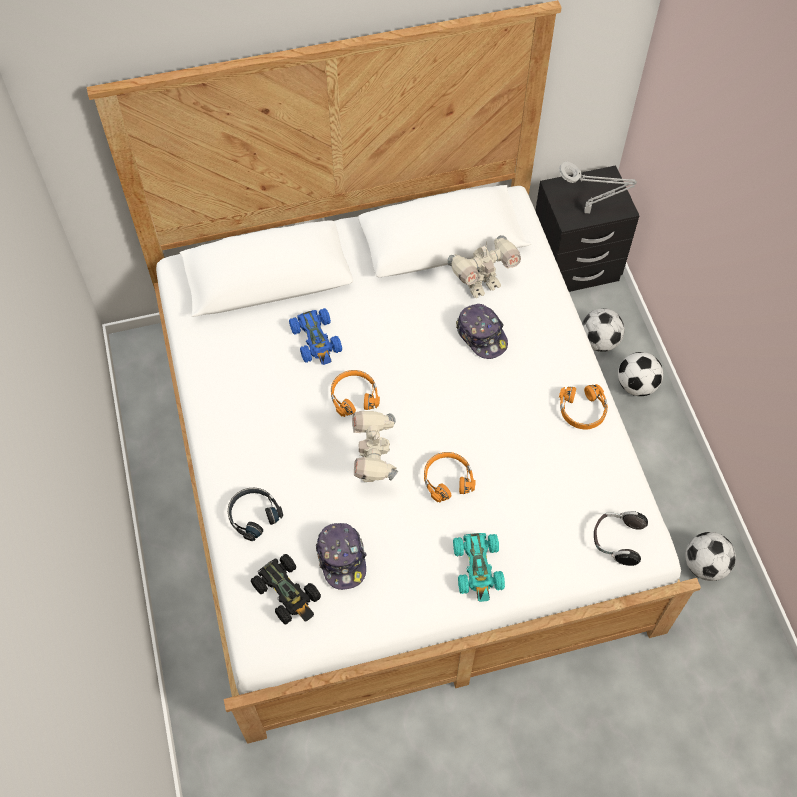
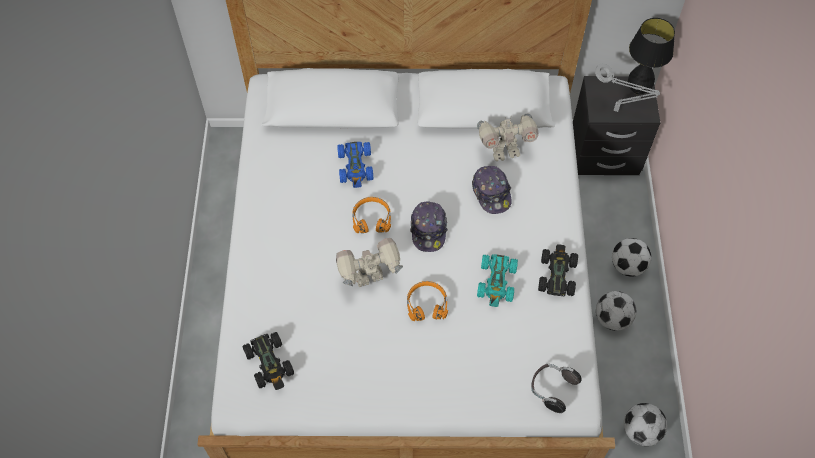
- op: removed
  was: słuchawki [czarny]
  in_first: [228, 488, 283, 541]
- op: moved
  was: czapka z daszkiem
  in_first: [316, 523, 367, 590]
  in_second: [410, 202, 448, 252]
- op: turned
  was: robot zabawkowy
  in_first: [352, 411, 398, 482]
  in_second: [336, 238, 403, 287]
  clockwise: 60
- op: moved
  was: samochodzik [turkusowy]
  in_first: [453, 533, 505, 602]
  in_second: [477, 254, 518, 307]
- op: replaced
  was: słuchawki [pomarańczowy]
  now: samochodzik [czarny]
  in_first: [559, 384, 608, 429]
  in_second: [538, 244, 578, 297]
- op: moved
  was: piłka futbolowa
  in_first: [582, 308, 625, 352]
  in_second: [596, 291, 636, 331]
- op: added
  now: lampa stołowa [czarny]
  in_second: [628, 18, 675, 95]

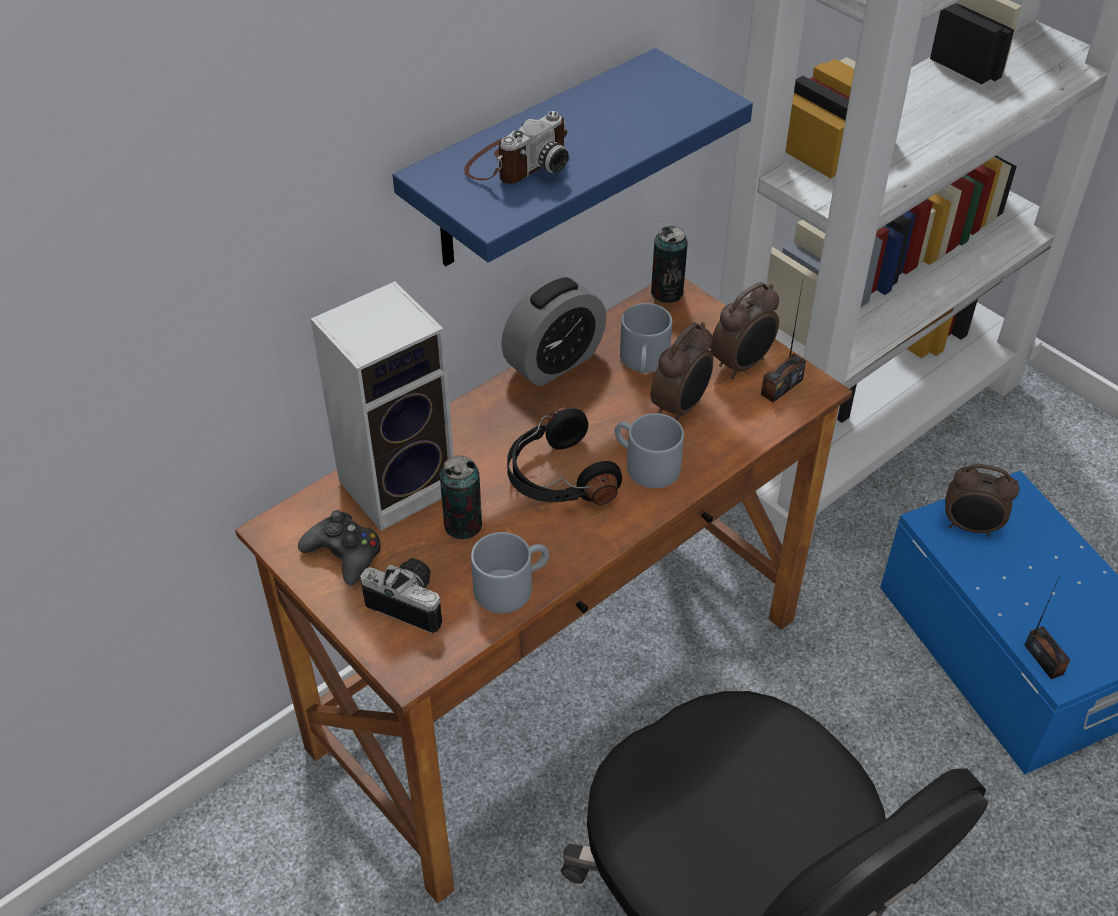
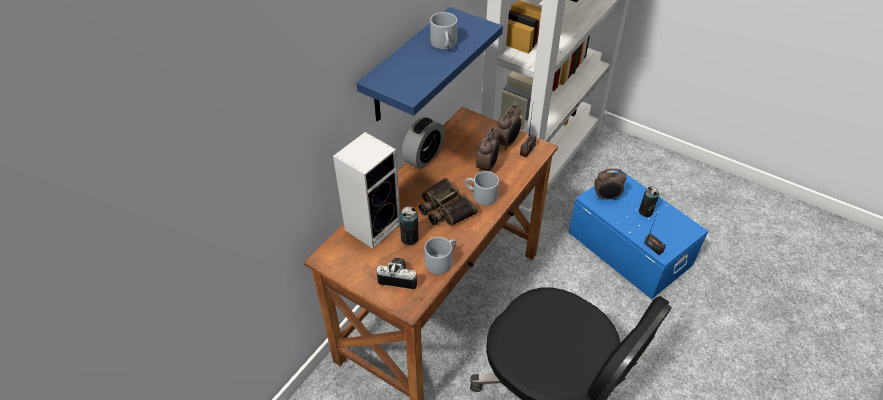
- op: removed
  was: pad do gier [czarny]
  in_first: [298, 510, 381, 585]
- op: removed
  was: aparat fotograficzny
  in_first: [464, 111, 569, 184]
- op: replaced
  was: słuchawki [czarny]
  now: lornetka
  in_first: [507, 407, 622, 505]
  in_second: [419, 178, 478, 226]
- op: moved
  was: kubek [szary]
  in_first: [620, 303, 672, 373]
  in_second: [430, 12, 457, 49]
- op: moved
  was: puszka
  in_first: [651, 226, 688, 303]
  in_second: [639, 186, 659, 217]

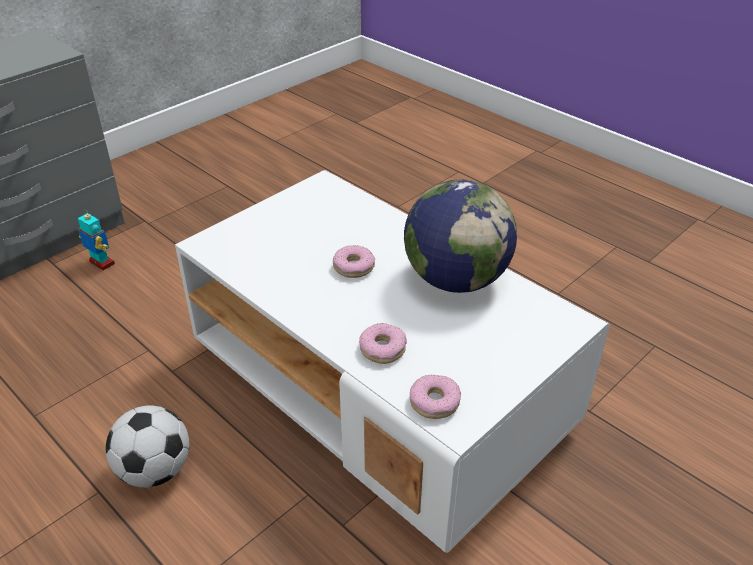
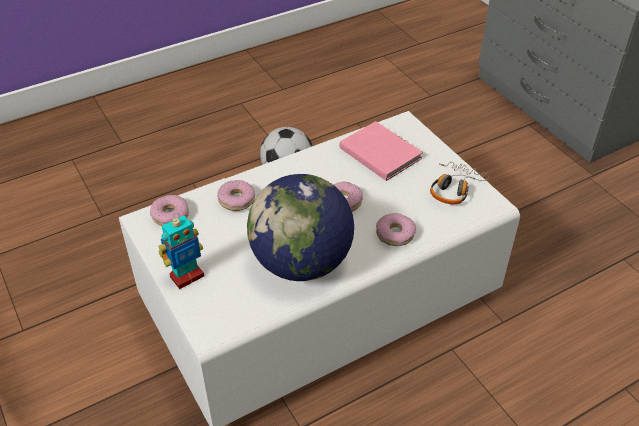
- op: moved
  was: robot zabawkowy
  in_first: [77, 209, 115, 270]
  in_second: [158, 213, 204, 289]
- op: added
  now: książka [różowy]
  in_second: [340, 121, 423, 181]
- op: added
  now: donut
  in_second: [376, 213, 416, 246]
- op: added
  now: słuchawki
  in_second: [430, 162, 489, 204]

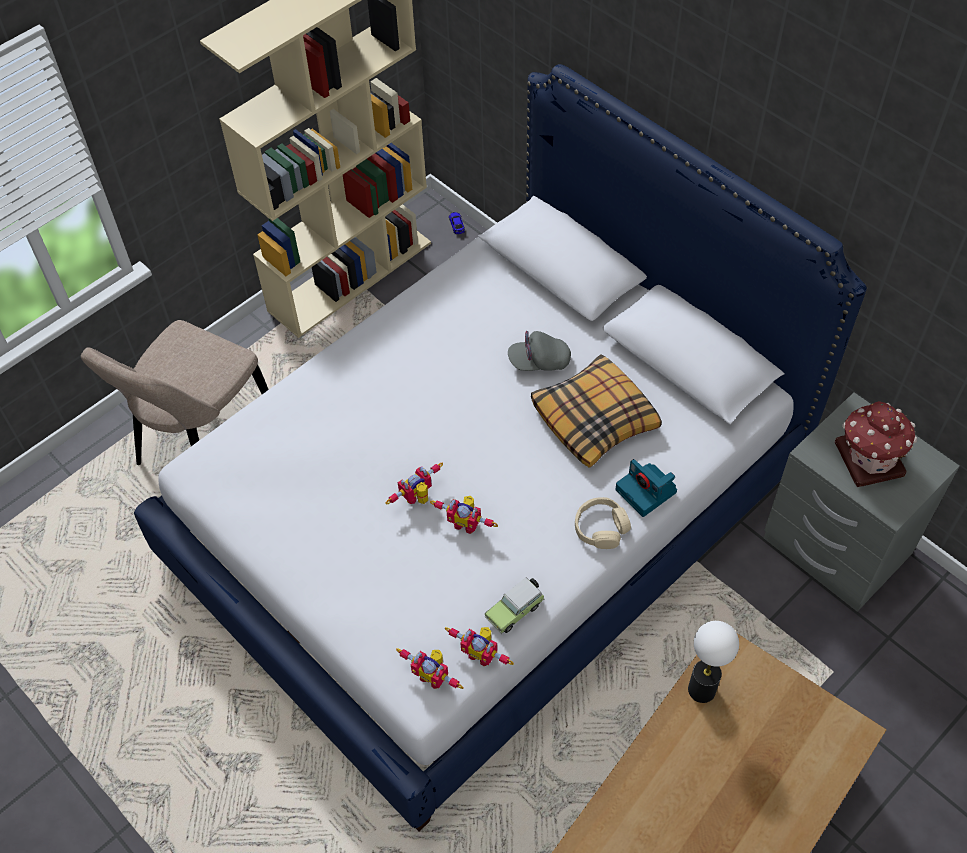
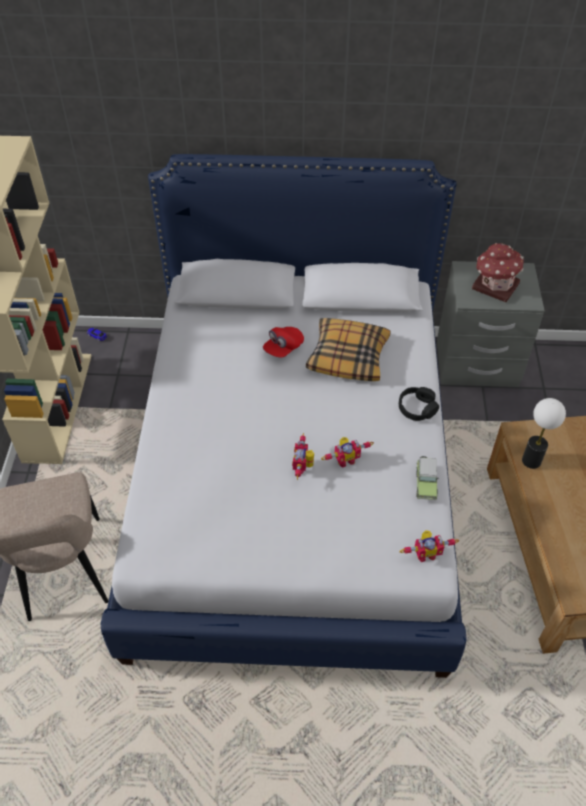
- op: removed
  was: robot zabawkowy
  in_first: [445, 627, 514, 666]
- op: recoloured
  was: czapka z daszkiem [szary]
  now: czapka z daszkiem [czerwony]
  in_first: [508, 331, 571, 371]
  in_second: [263, 327, 304, 358]
- op: recoloured
  was: słuchawki [beżowy]
  now: słuchawki [czarny]
  in_first: [575, 497, 631, 549]
  in_second: [399, 387, 439, 421]
- op: removed
  was: aparat fotograficzny
  in_first: [615, 459, 677, 517]

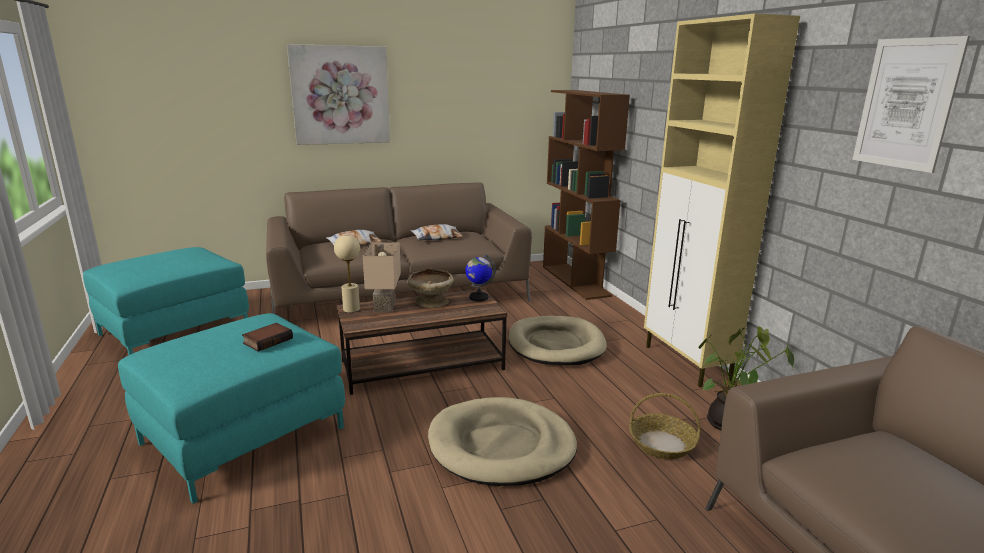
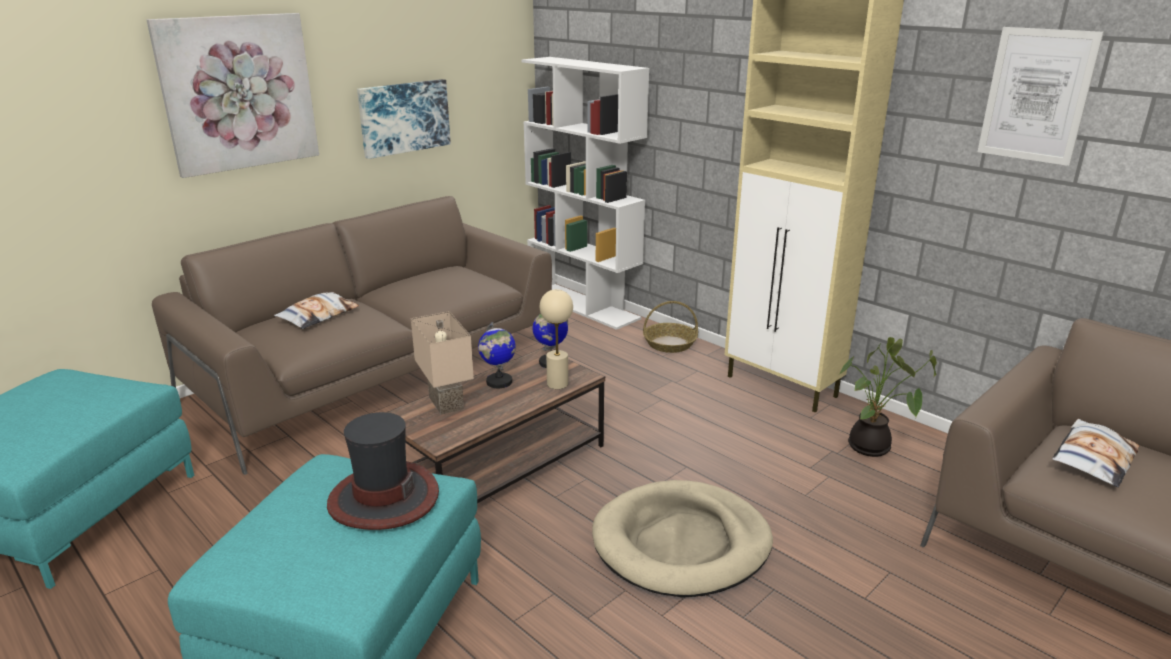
- op: replaced
  was: książka
  now: kapelusz
  in_first: [242, 323, 293, 352]
  in_second: [327, 412, 439, 530]
- op: moved
  was: lampa stołowa [beżowy]
  in_first: [334, 235, 360, 313]
  in_second: [540, 289, 573, 389]
- op: replaced
  was: miska [beżowy]
  now: globus
  in_first: [407, 268, 454, 308]
  in_second: [478, 322, 516, 388]
- op: moved
  was: poduszka
  in_first: [411, 224, 463, 241]
  in_second: [1052, 419, 1140, 487]
- op: removed
  was: legowisko [beżowy]
  in_first: [508, 316, 607, 365]
- op: recoloured
  was: regał [brązowy]
  now: regał [biały]
  in_first: [543, 90, 630, 300]
  in_second: [522, 57, 649, 330]
- op: moved
  was: koszyk
  in_first: [629, 393, 701, 460]
  in_second: [643, 301, 698, 353]
- op: added
  now: obraz
  in_second: [357, 79, 451, 159]

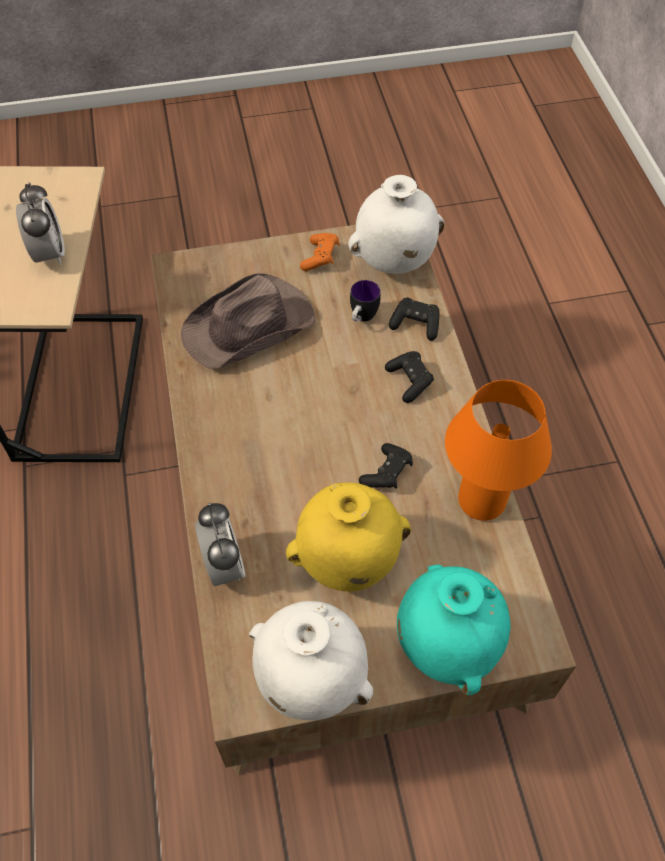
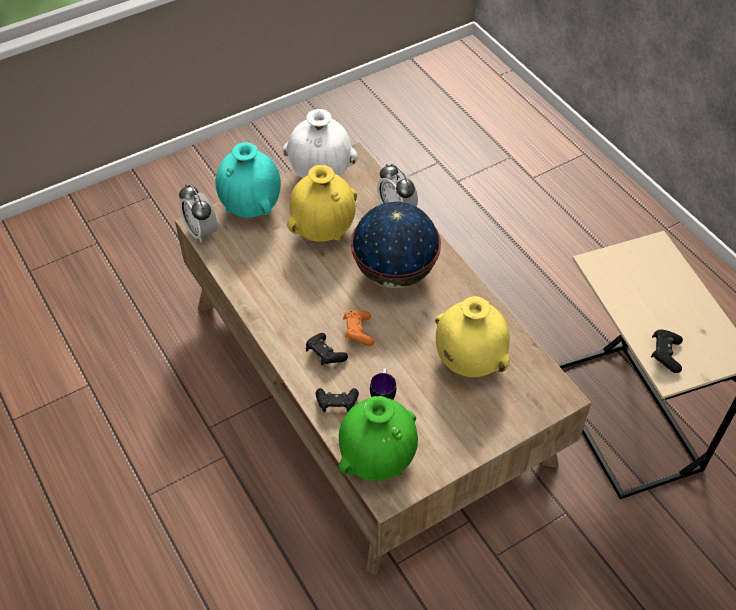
- op: moved
  was: budzik
  in_first: [16, 183, 65, 265]
  in_second: [179, 185, 217, 242]
- op: replaced
  was: kapelusz [brązowy]
  now: wazon [żółty]
  in_first: [181, 273, 315, 369]
  in_second: [435, 296, 510, 377]
- op: moved
  was: pad do gier [pomarańczowy]
  in_first: [300, 233, 340, 271]
  in_second: [343, 310, 374, 346]
- op: recoloured
  was: wazon [biały]
  now: wazon [zielony]
  in_first: [348, 175, 445, 274]
  in_second: [338, 396, 418, 481]
- op: moved
  was: pad do gier [czarny]
  in_first: [359, 443, 413, 489]
  in_second: [651, 329, 683, 373]
- op: removed
  was: lampa stołowa [pomarańczowy]
  in_first: [445, 380, 552, 521]
- op: added
  now: globus
  in_second: [351, 202, 441, 288]

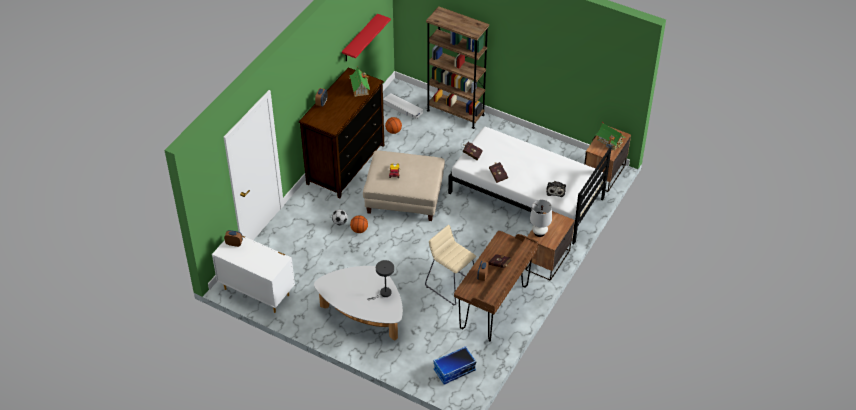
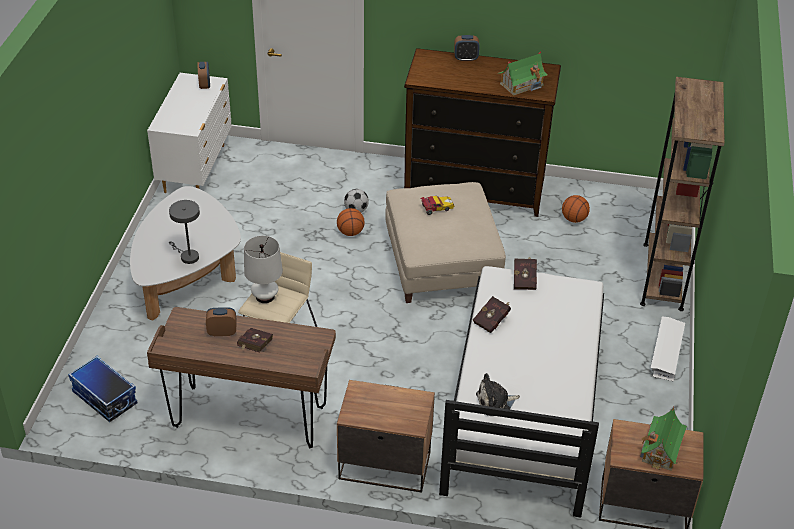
- op: removed
  was: półka [czerwony]
  in_first: [342, 14, 391, 61]
- op: moved
  was: pojemnik do przechowywania [biały]
  in_first: [383, 94, 423, 119]
  in_second: [651, 317, 685, 381]
- op: moved
  was: lampa stołowa [biały]
  in_first: [530, 200, 552, 237]
  in_second: [244, 236, 283, 303]

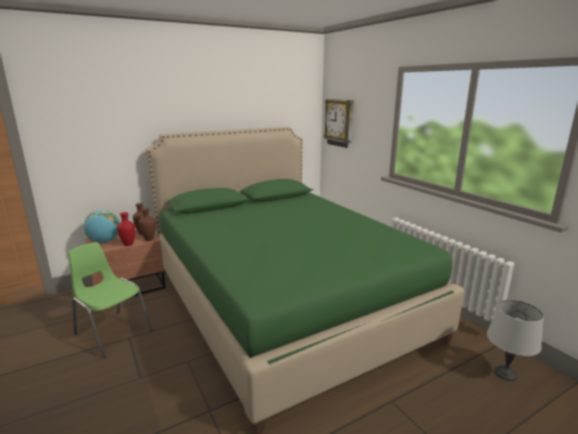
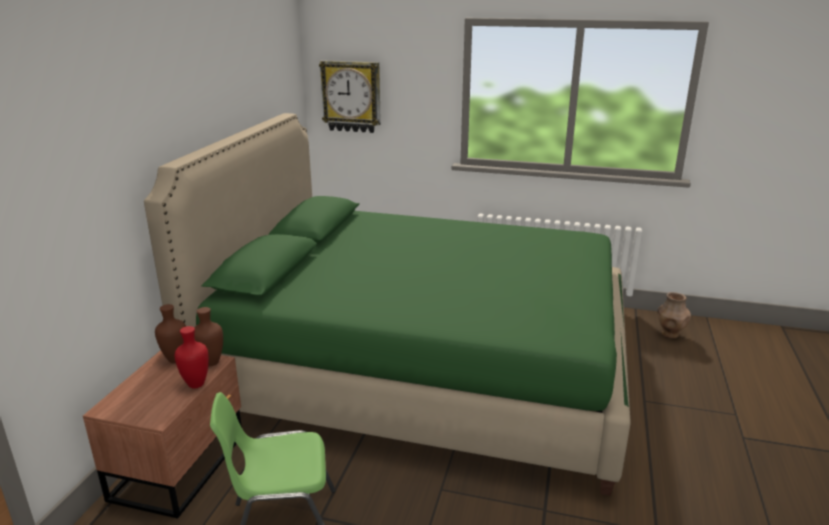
- op: removed
  was: globus
  in_first: [84, 210, 120, 243]
- op: replaced
  was: lampa stołowa [szary]
  now: wazon [brązowy]
  in_first: [487, 300, 544, 381]
  in_second: [657, 292, 691, 338]

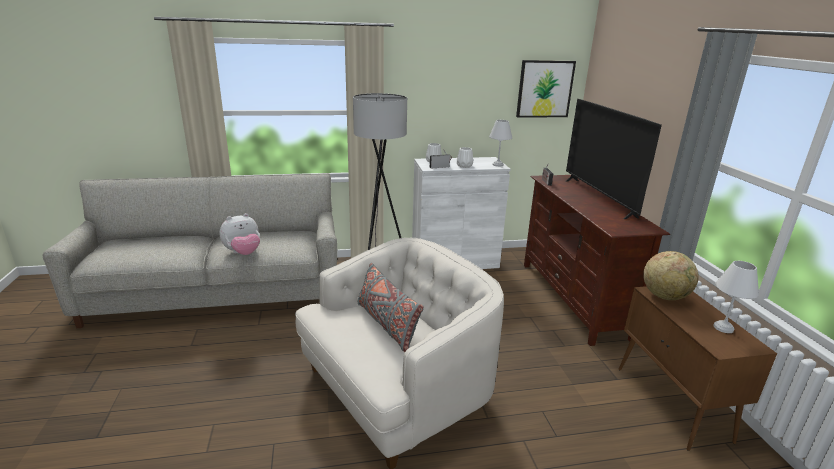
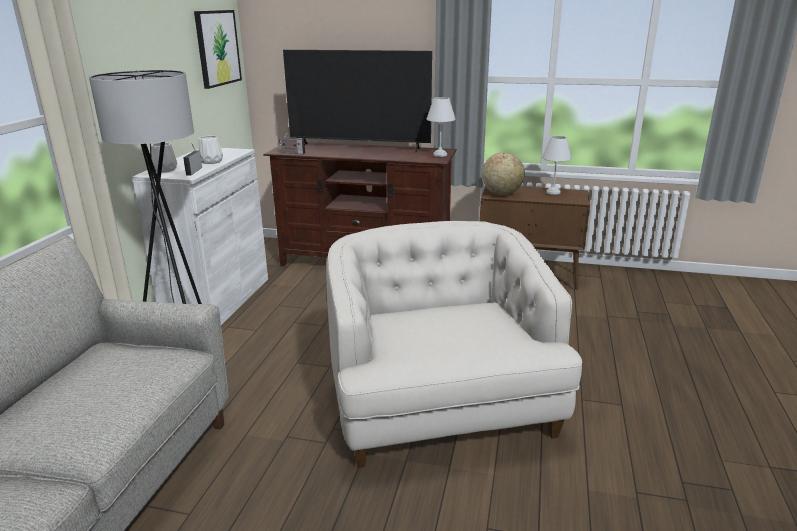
- op: removed
  was: pluszak
  in_first: [220, 213, 260, 255]
- op: removed
  was: poduszka [szary]
  in_first: [358, 263, 424, 353]
- op: moved
  was: lampa stołowa [biały]
  in_first: [489, 120, 512, 167]
  in_second: [427, 97, 456, 157]

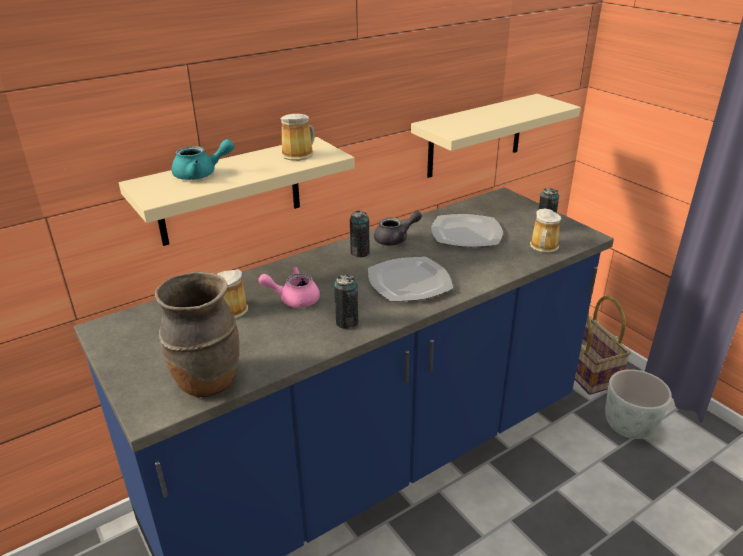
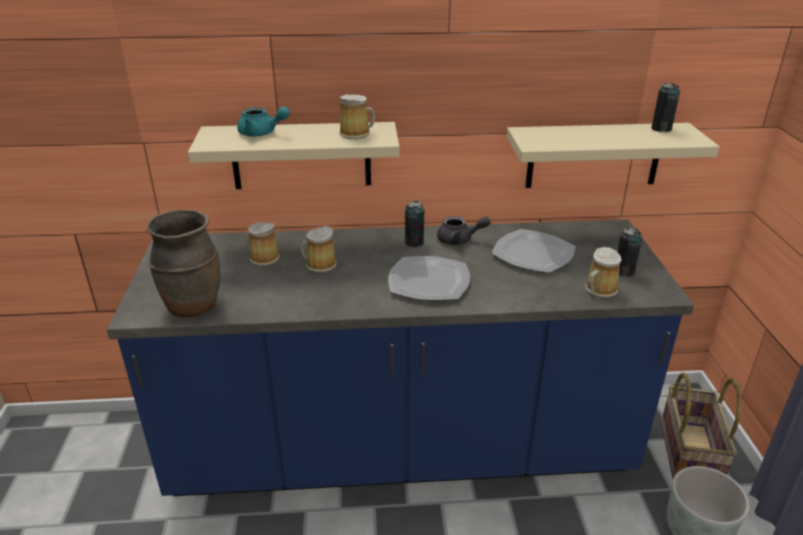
- op: replaced
  was: imbryk [różowy]
  now: kubek
  in_first: [258, 266, 320, 308]
  in_second: [301, 226, 337, 272]
- op: moved
  was: puszka
  in_first: [334, 275, 358, 329]
  in_second: [651, 83, 680, 132]

